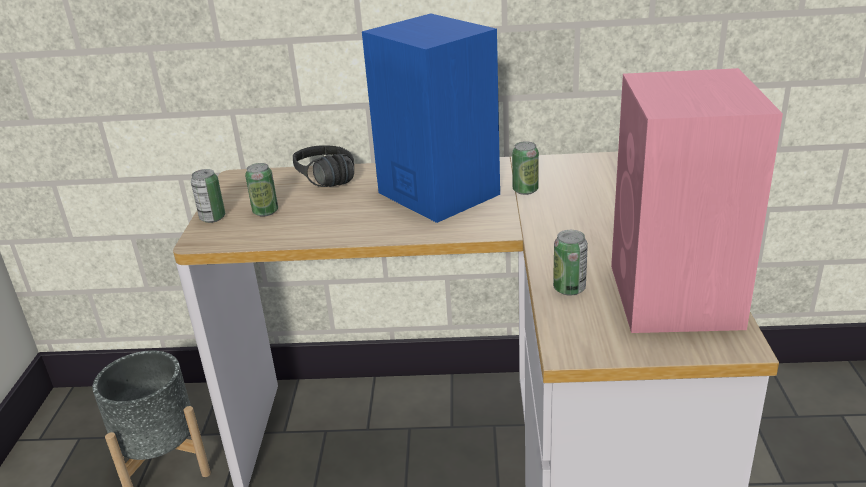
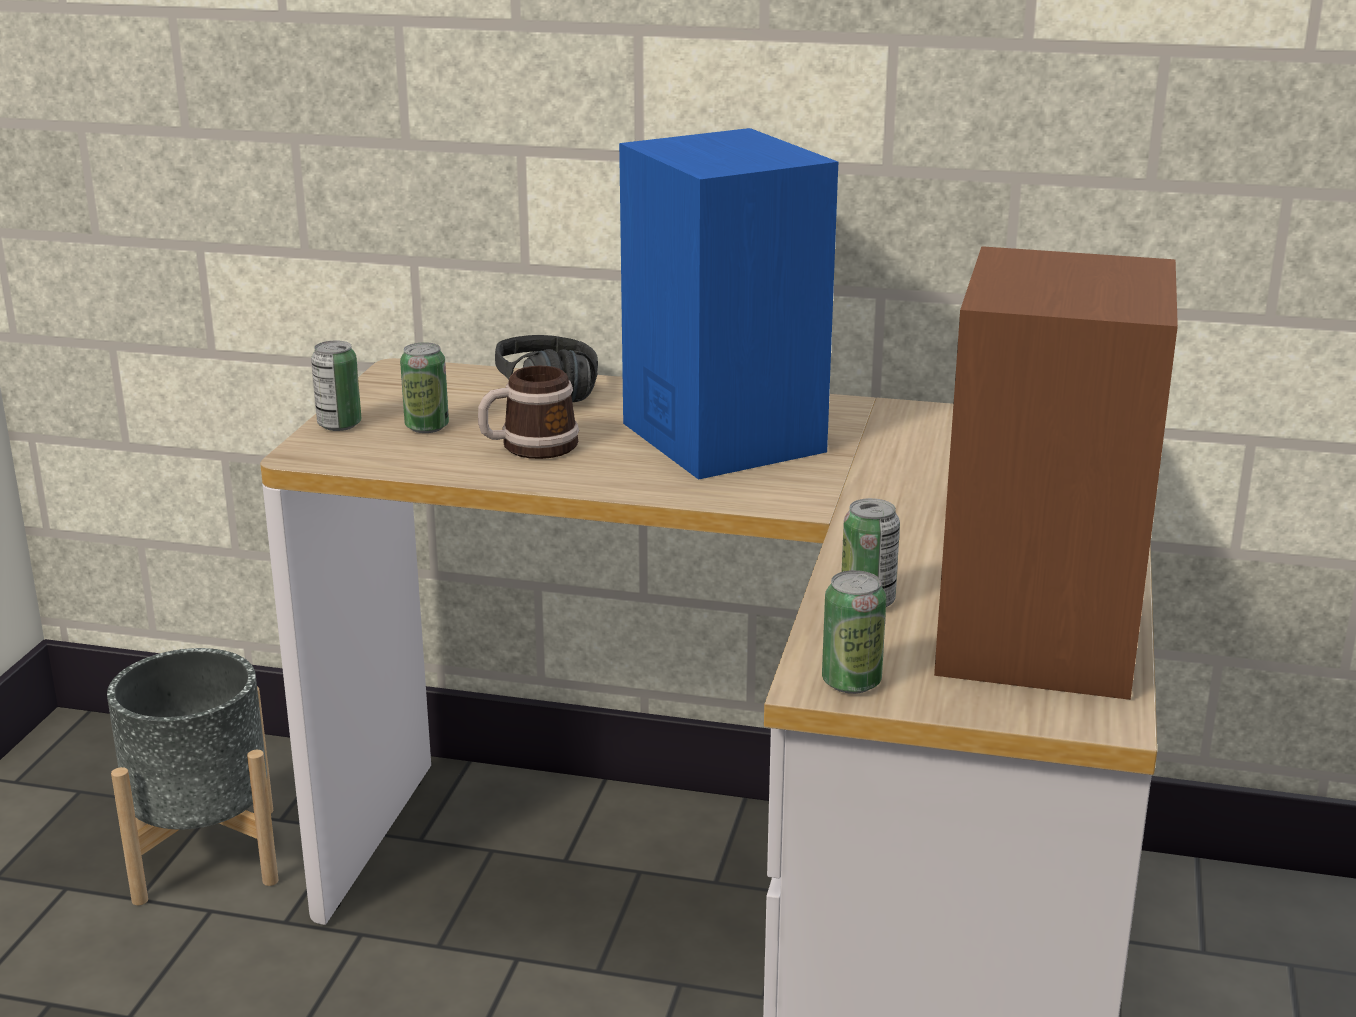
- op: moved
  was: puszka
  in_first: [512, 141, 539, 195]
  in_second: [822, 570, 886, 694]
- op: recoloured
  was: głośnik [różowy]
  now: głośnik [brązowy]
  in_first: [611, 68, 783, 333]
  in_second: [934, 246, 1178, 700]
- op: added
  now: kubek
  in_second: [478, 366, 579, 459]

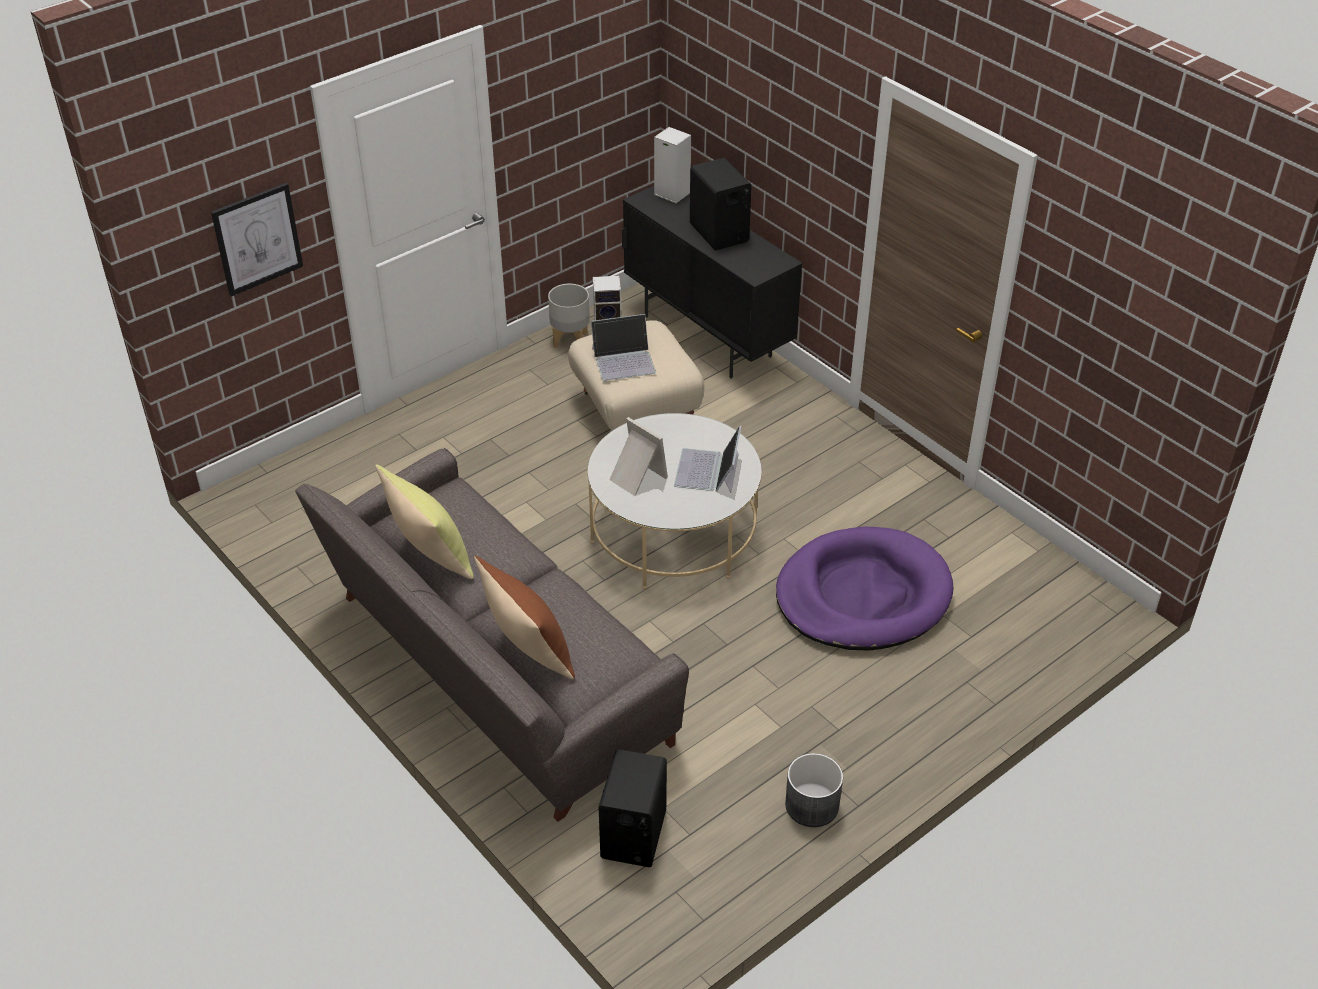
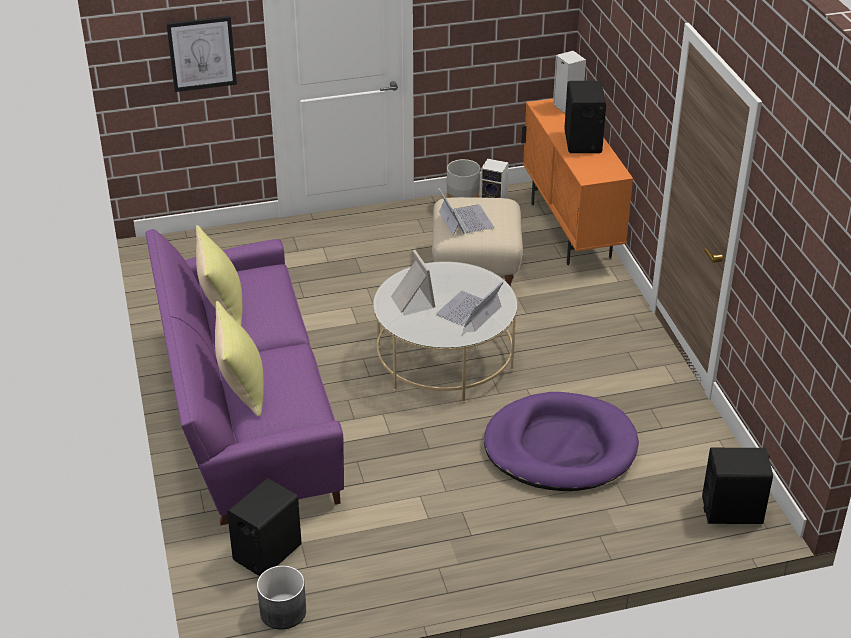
- op: recoloured
  was: kanapa [szary]
  now: kanapa [fioletowy]
  in_first: [295, 448, 689, 822]
  in_second: [145, 229, 344, 525]
- op: recoloured
  was: poduszka [brązowy]
  now: poduszka [żółty]
  in_first: [474, 556, 575, 679]
  in_second: [215, 301, 264, 417]
- op: turned
  was: laptop
  in_first: [591, 314, 656, 381]
  in_second: [438, 188, 494, 235]
  clockwise: -120
- op: recoloured
  was: szafka [czarny]
  now: szafka [pomarańczowy]
  in_first: [622, 186, 802, 379]
  in_second: [521, 99, 633, 265]
- op: moved
  was: donica [szary]
  in_first: [785, 753, 843, 827]
  in_second: [257, 565, 306, 630]
- op: added
  now: głośnik [czarny]
  in_second: [702, 448, 773, 524]

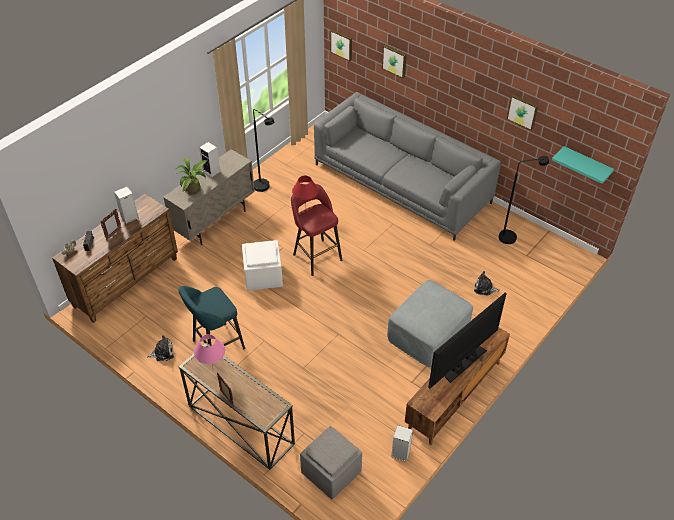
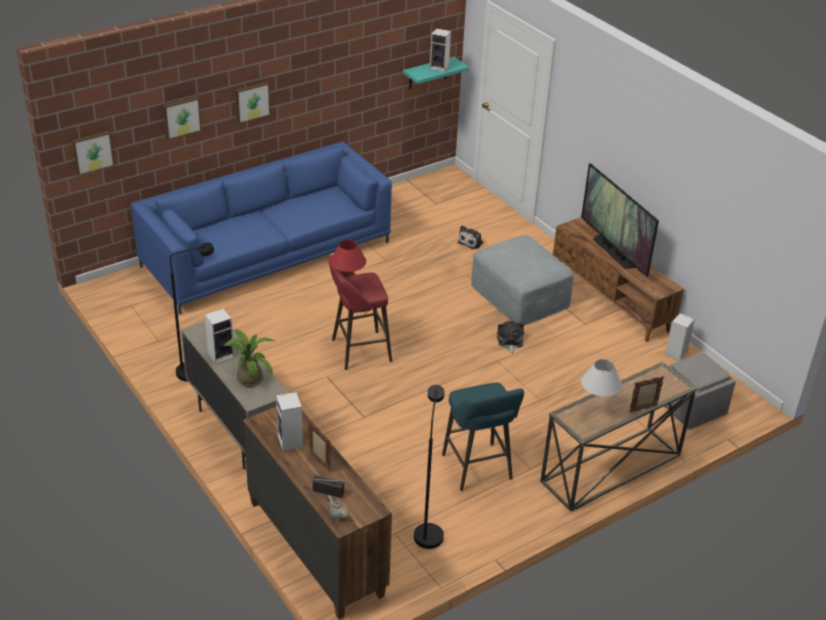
- op: moved
  was: pluszak
  in_first: [147, 335, 174, 361]
  in_second: [497, 321, 524, 354]
- op: recoloured
  was: lampa stołowa [różowy]
  now: lampa stołowa [biały]
  in_first: [194, 334, 225, 367]
  in_second: [581, 359, 622, 413]
- op: removed
  was: pufa [biały]
  in_first: [242, 240, 283, 291]
- op: recoloured
  was: kanapa [szary]
  now: kanapa [niebieski]
  in_first: [314, 92, 501, 241]
  in_second: [131, 141, 392, 315]
- op: moved
  was: lampa stojąca [czarny]
  in_first: [499, 156, 549, 244]
  in_second: [414, 385, 445, 549]
- op: moved
  was: obraz
  in_first: [507, 95, 538, 131]
  in_second: [235, 82, 271, 124]
- op: added
  now: głośnik
  in_second: [430, 28, 451, 72]

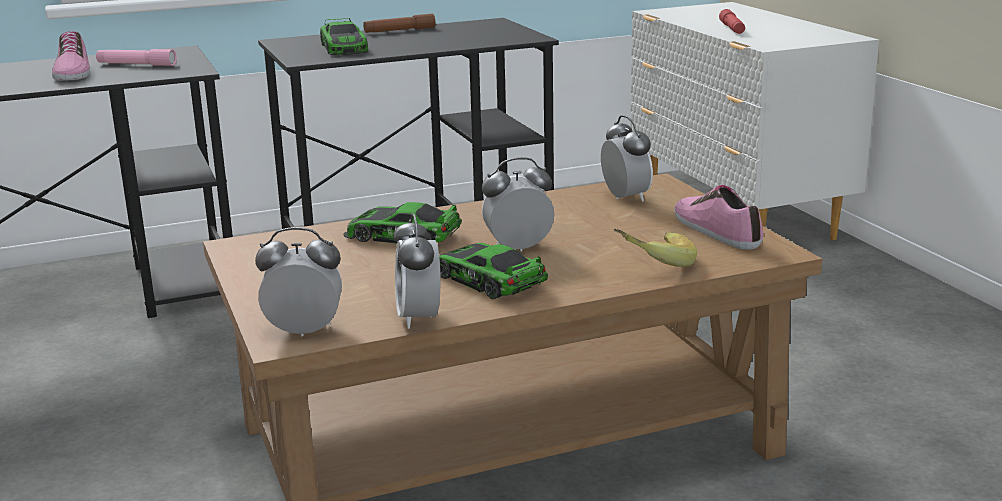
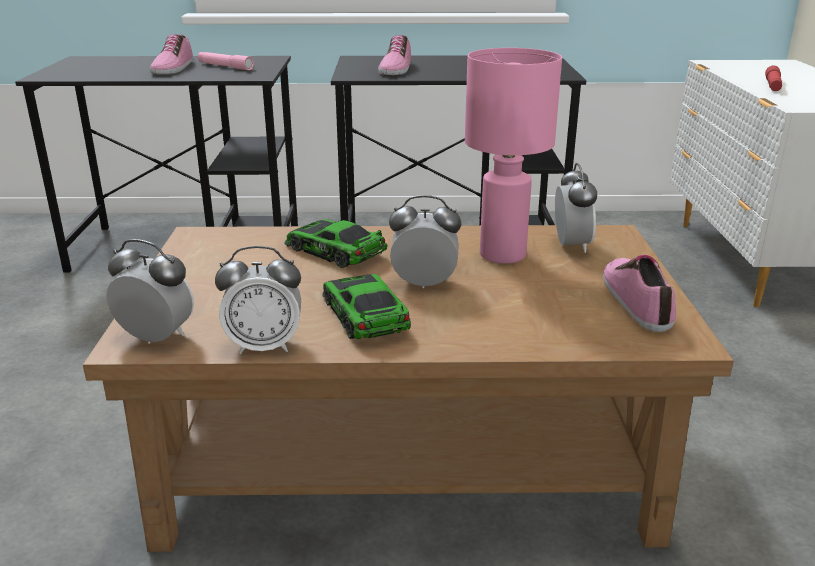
- op: replaced
  was: samochodzik
  now: but
  in_first: [320, 18, 368, 55]
  in_second: [378, 35, 411, 75]
- op: removed
  was: latarka [brązowy]
  in_first: [363, 13, 435, 33]
- op: turned
  was: budzik
  in_first: [393, 213, 440, 329]
  in_second: [215, 246, 301, 354]
  clockwise: -105
- op: removed
  was: banan
  in_first: [614, 228, 697, 267]
- op: added
  now: lampa stołowa [różowy]
  in_second: [465, 48, 562, 264]

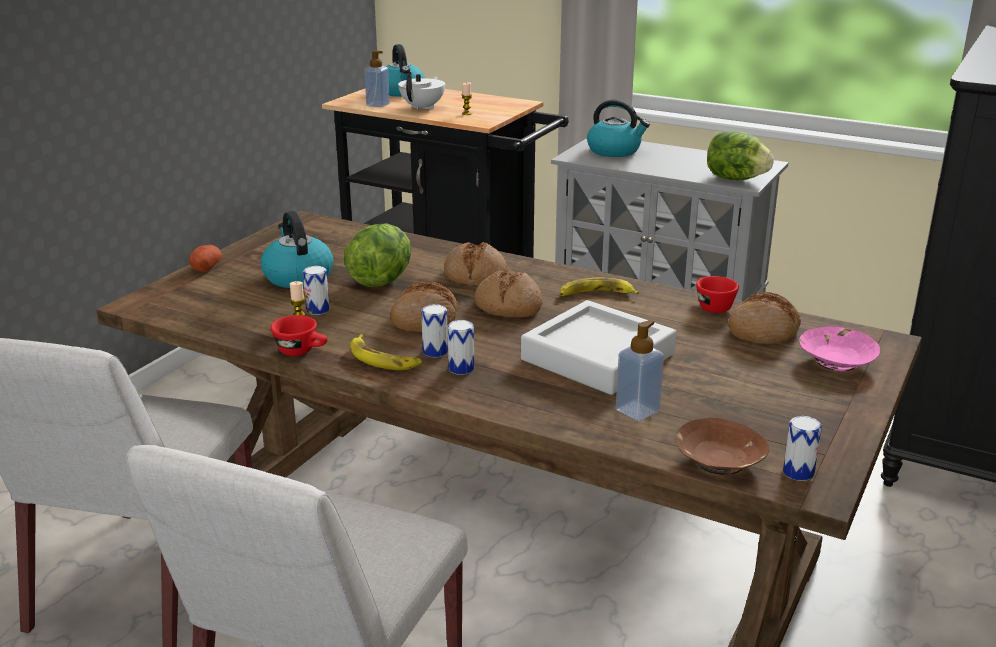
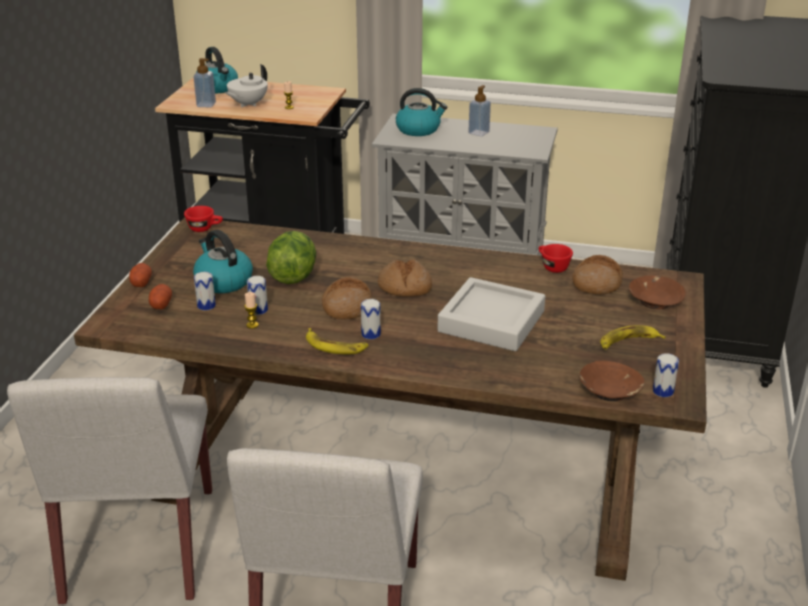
- op: moved
  was: filiżanka [czerwony]
  in_first: [271, 315, 328, 356]
  in_second: [184, 206, 223, 232]
- op: turned
  was: imbryk [biały]
  in_first: [398, 72, 445, 111]
  in_second: [224, 64, 268, 108]
  clockwise: -150
- op: removed
  was: chleb
  in_first: [444, 242, 508, 285]
- op: moved
  was: puszka
  in_first: [448, 320, 474, 375]
  in_second: [194, 272, 216, 310]
- op: moved
  was: banan
  in_first: [560, 278, 639, 296]
  in_second: [600, 325, 666, 349]
- op: moved
  was: dozownik mydła
  in_first: [616, 320, 664, 421]
  in_second: [468, 85, 491, 136]
- op: removed
  was: sałata
  in_first: [707, 131, 774, 180]
- op: recoloured
  was: miska [różowy]
  now: miska [brązowy]
  in_first: [799, 326, 880, 371]
  in_second: [629, 276, 686, 309]
- op: added
  now: ziemniak
  in_second: [149, 284, 172, 309]

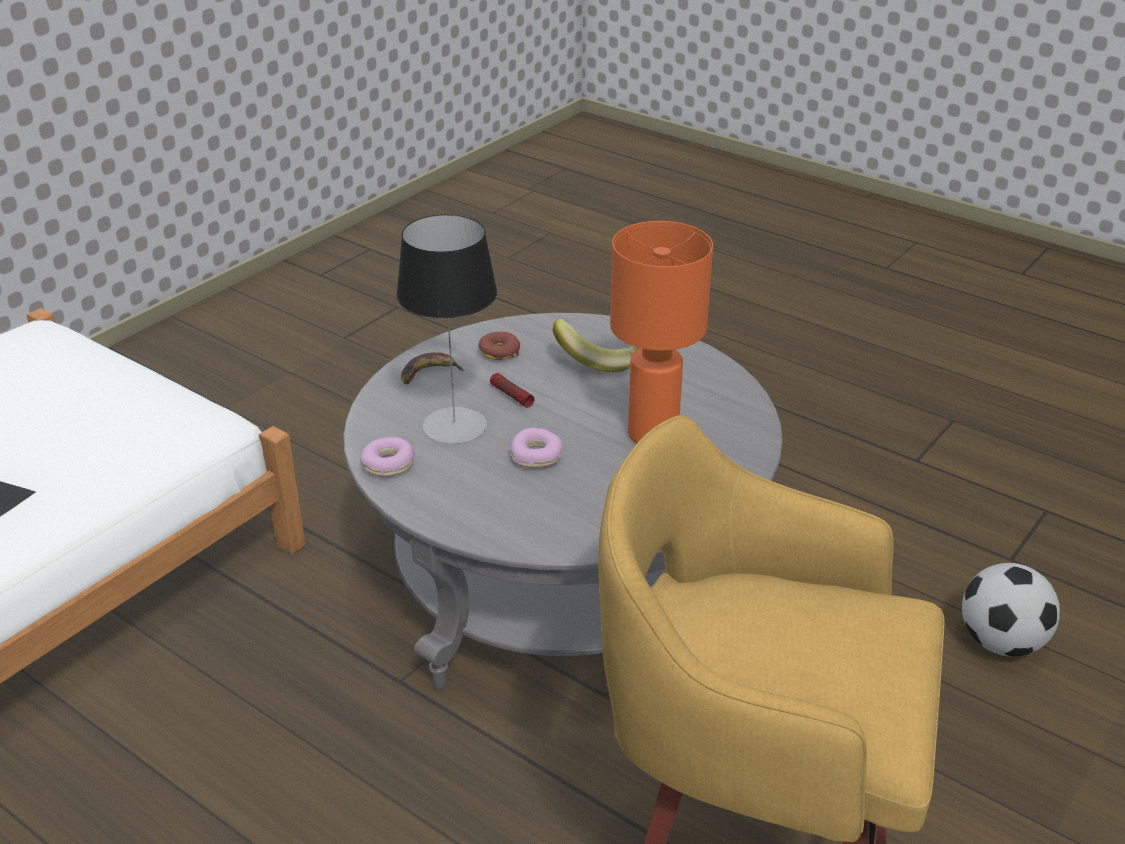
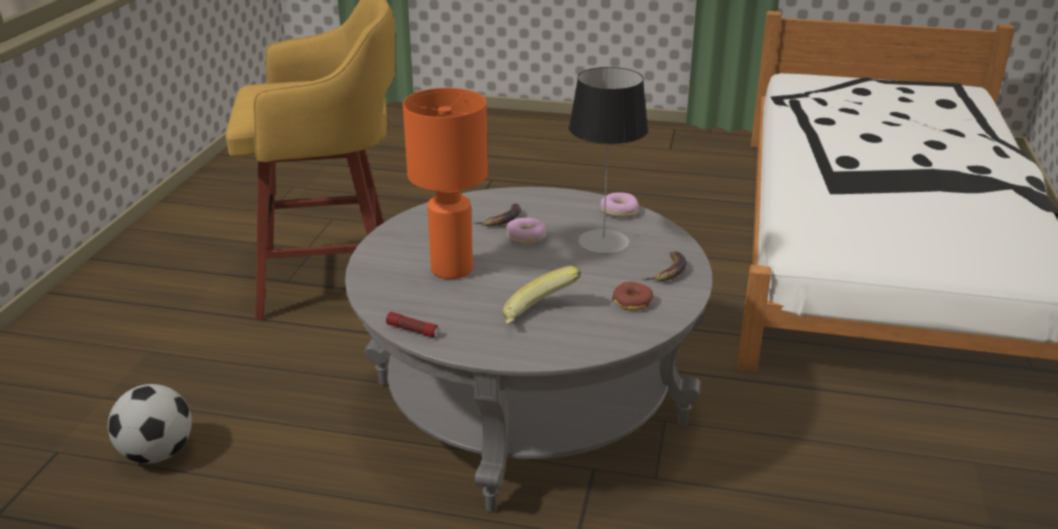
- op: moved
  was: latarka
  in_first: [490, 373, 534, 408]
  in_second: [386, 312, 439, 338]
- op: added
  now: banan
  in_second: [474, 203, 521, 226]

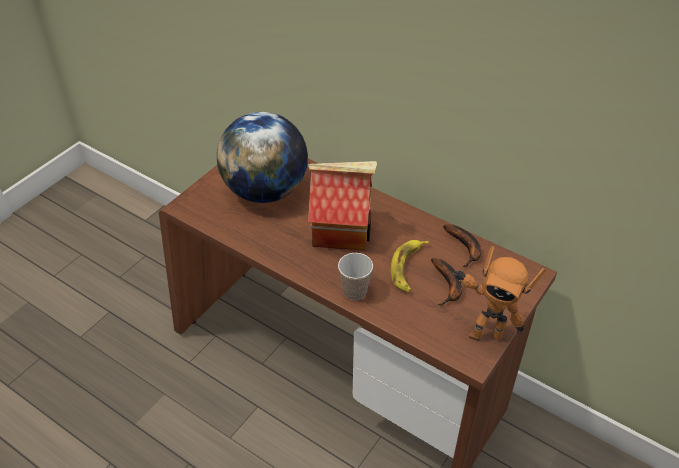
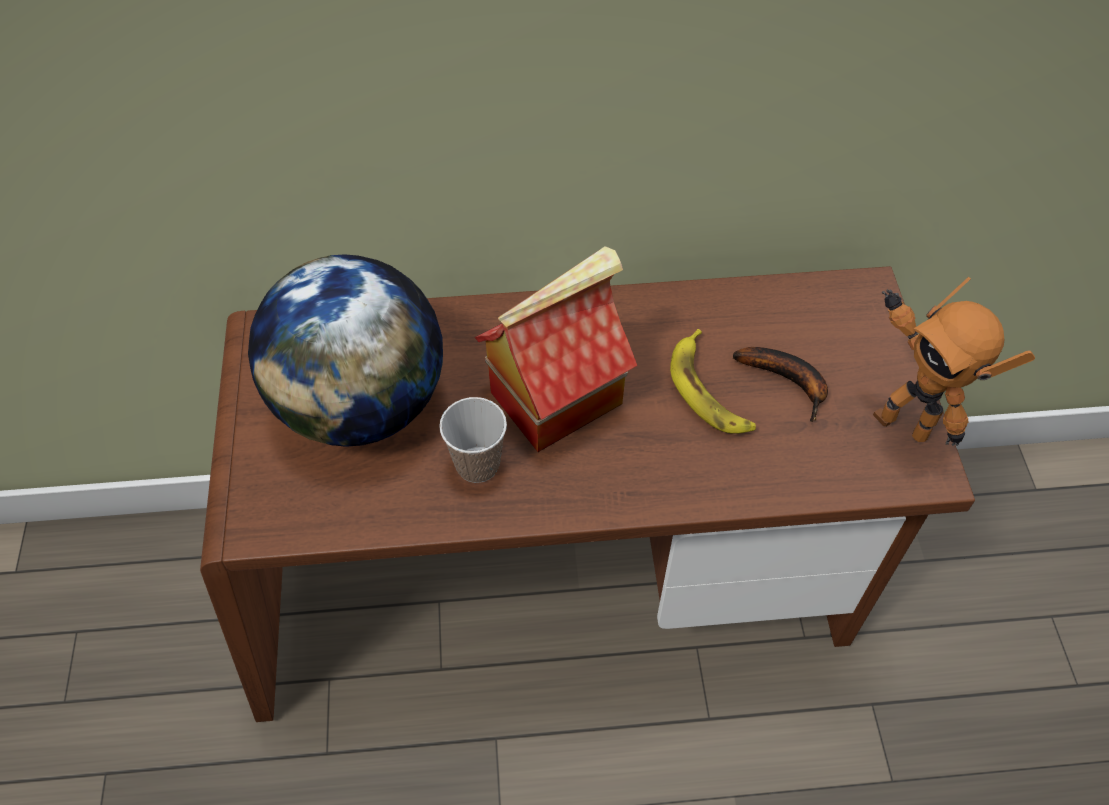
- op: moved
  was: filiżanka
  in_first: [338, 253, 373, 300]
  in_second: [439, 397, 507, 483]
- op: removed
  was: banan
  in_first: [443, 224, 481, 267]
- op: turned
  was: robot zabawkowy
  in_first: [453, 246, 546, 341]
  in_second: [873, 277, 1035, 446]
  clockwise: 75

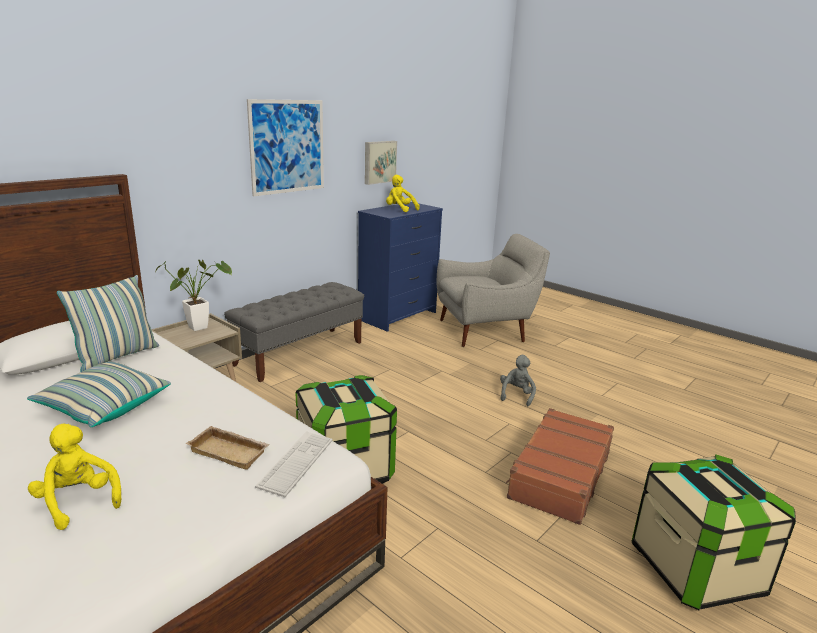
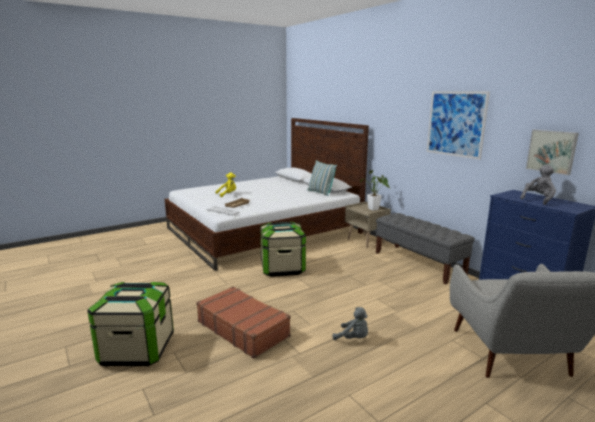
- op: removed
  was: poduszka
  in_first: [27, 362, 171, 427]
- op: recoloured
  was: pluszak [żółty]
  now: pluszak [szary]
  in_first: [386, 175, 420, 212]
  in_second: [520, 165, 556, 205]

